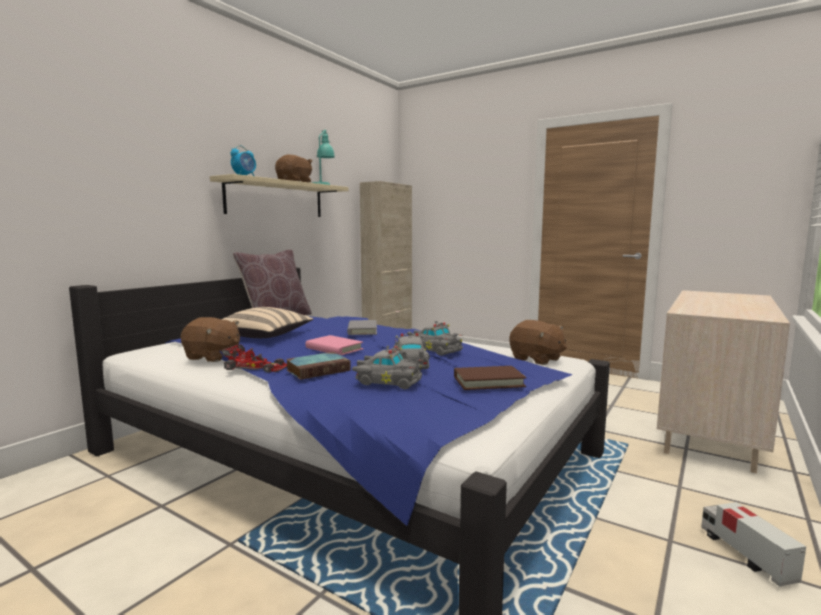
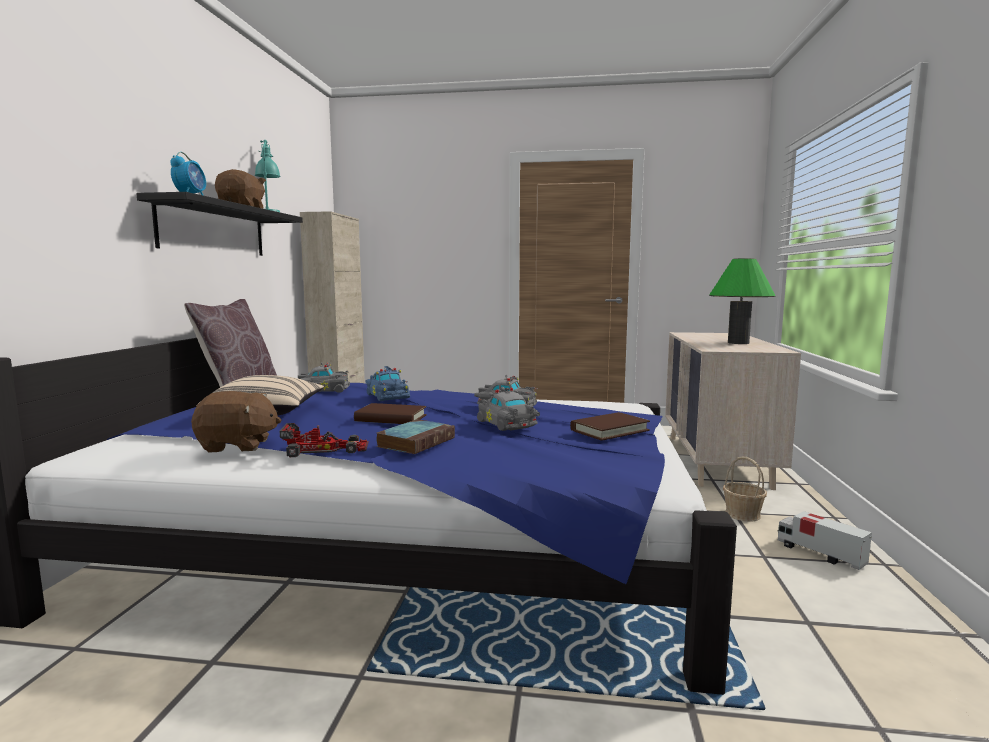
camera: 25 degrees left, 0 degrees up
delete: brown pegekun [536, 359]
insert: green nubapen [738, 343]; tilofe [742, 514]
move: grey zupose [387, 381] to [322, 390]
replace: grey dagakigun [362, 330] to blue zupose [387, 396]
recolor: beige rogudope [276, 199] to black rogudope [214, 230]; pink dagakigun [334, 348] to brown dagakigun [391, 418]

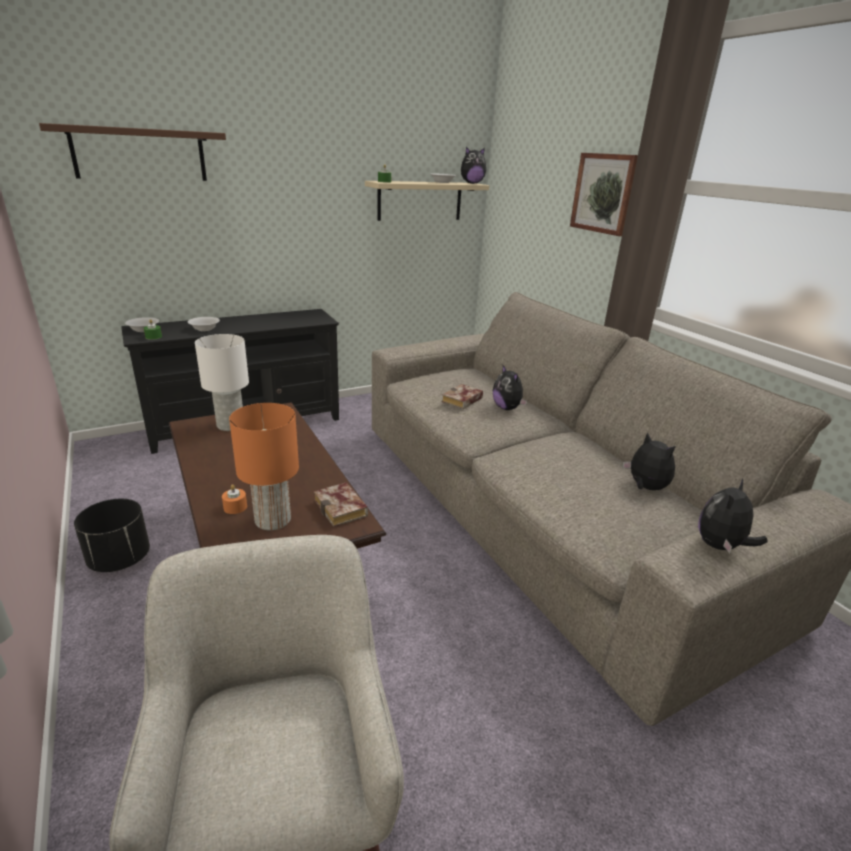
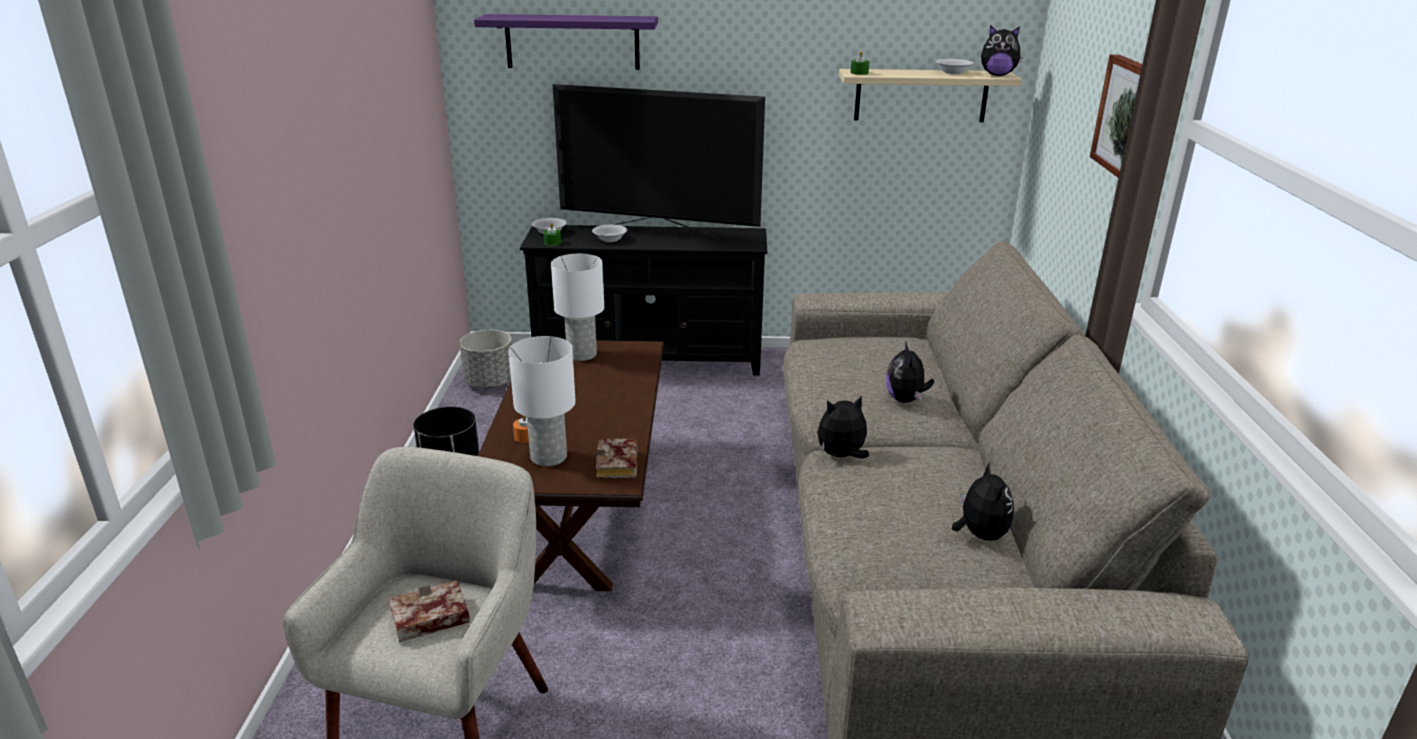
camera: 30 degrees right, 0 degrees up
insert: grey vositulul [489, 383]; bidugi [658, 232]
move: dagakigun [462, 401] to [427, 619]; pegekun [720, 546] to [841, 456]
recolor: brown rogudope [140, 154] to purple rogudope [572, 42]; orange nubapen [273, 520] to white nubapen [549, 457]

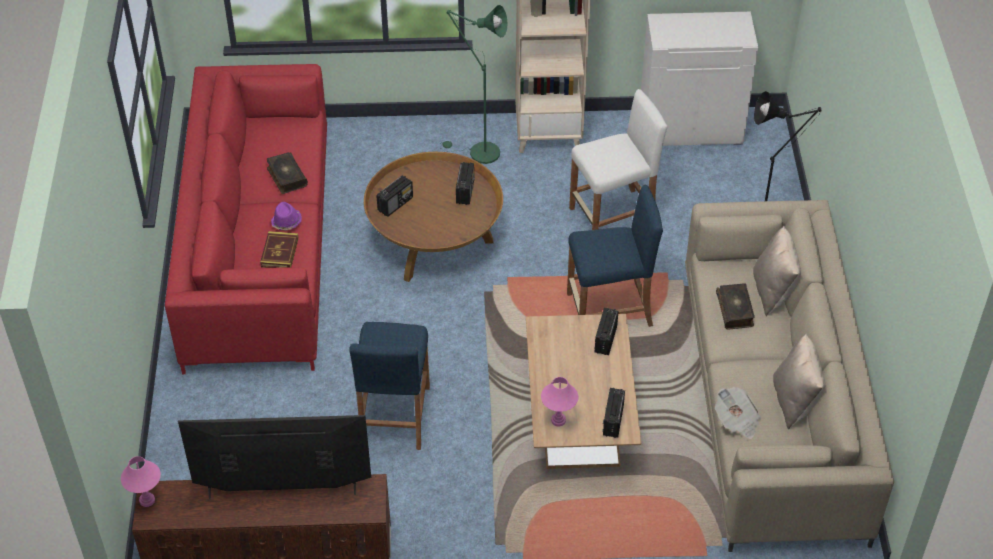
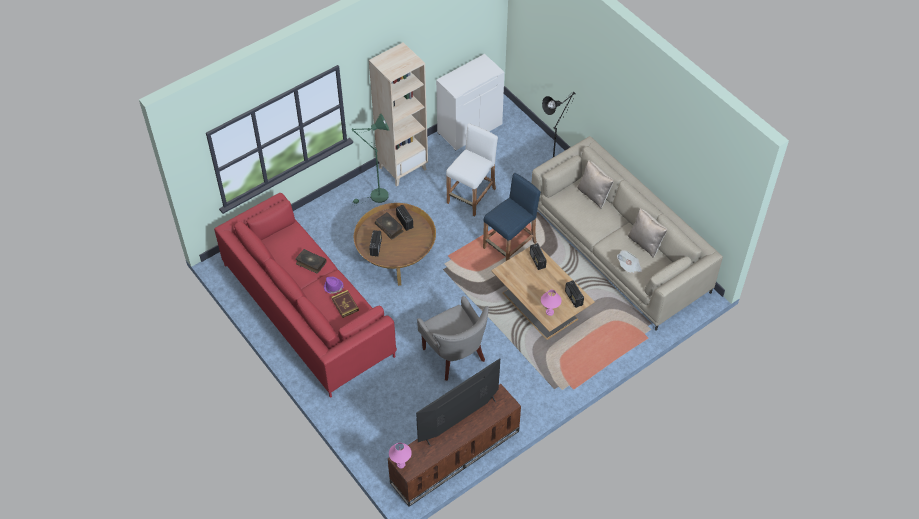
camera: 35 degrees left, 5 degrees up
move: dagakigun [735, 310] to [389, 228]
replace: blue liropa [394, 416] to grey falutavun [454, 356]

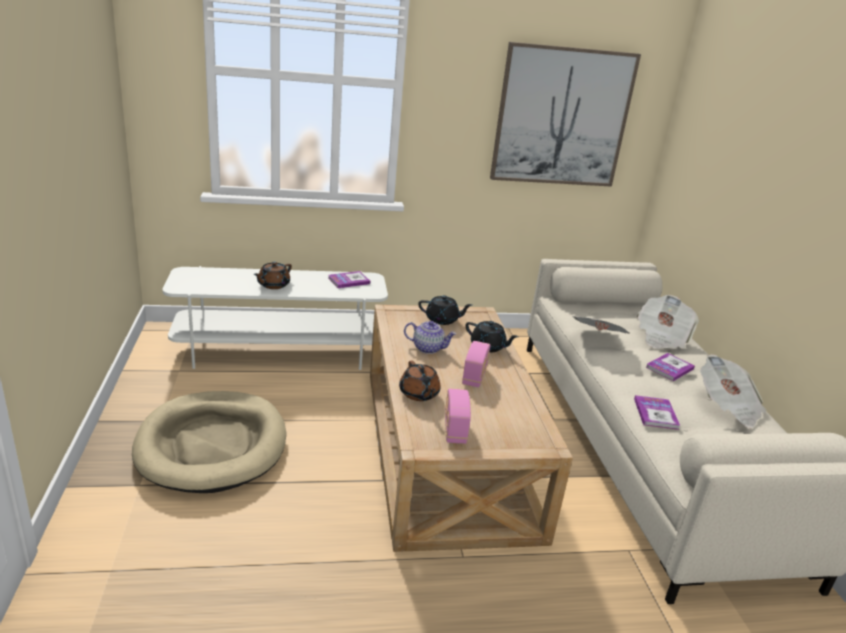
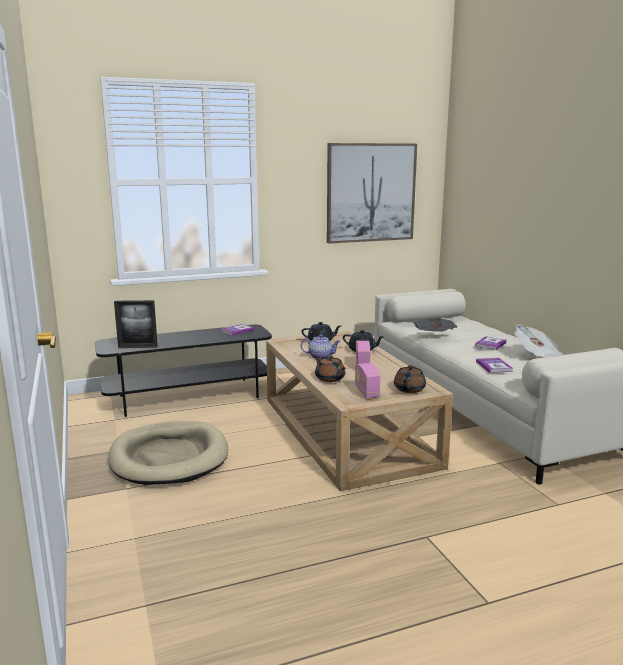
camera: 10 degrees left, 10 degrees down
delete: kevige [662, 337]
insert: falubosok [138, 347]
move: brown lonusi [273, 285] to [409, 389]
recolor: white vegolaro [280, 351] to black vegolaro [189, 397]

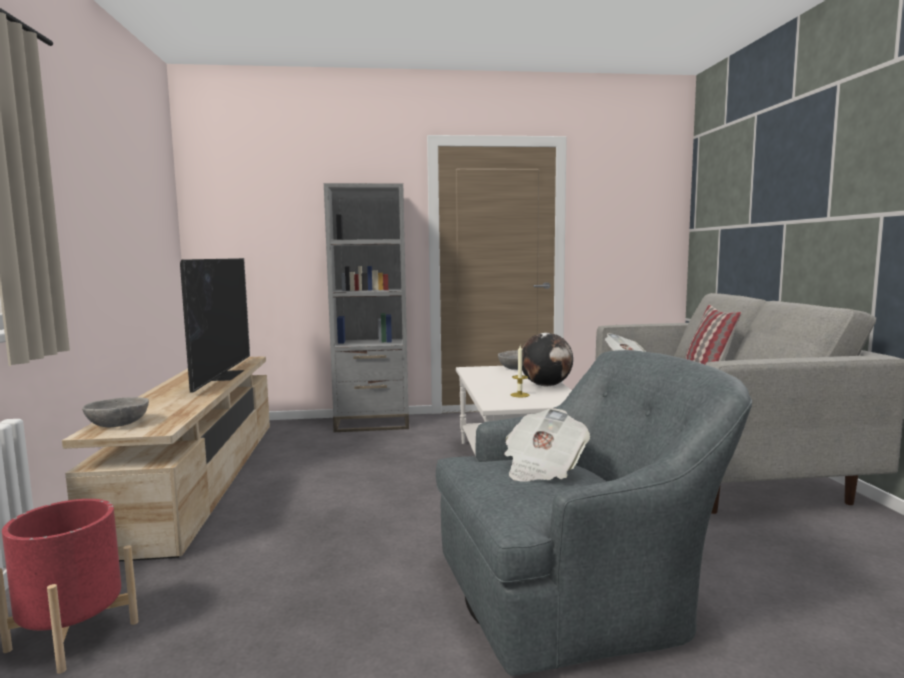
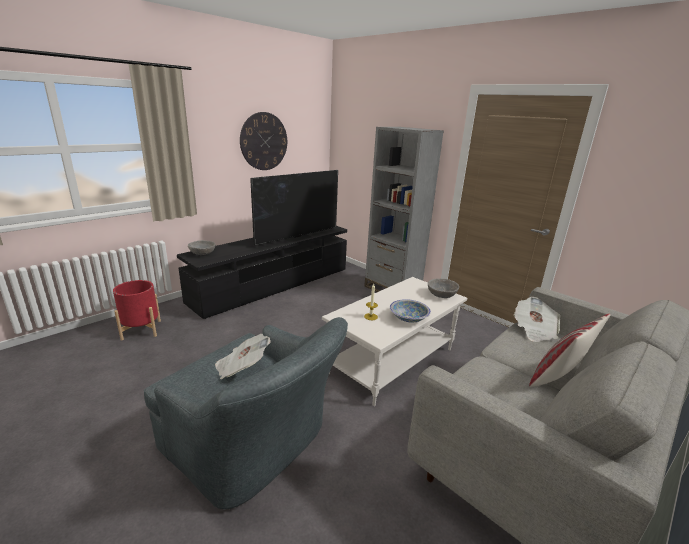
camera: 50 degrees right, 15 degrees up
insert: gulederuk [264, 141]
replace: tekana [546, 385] to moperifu [409, 318]
recolor: beige vegolaro [200, 478] to black vegolaro [273, 285]

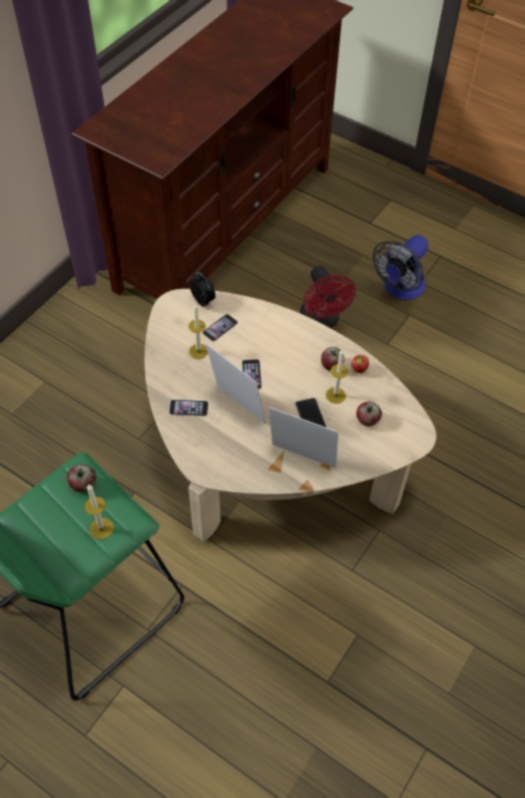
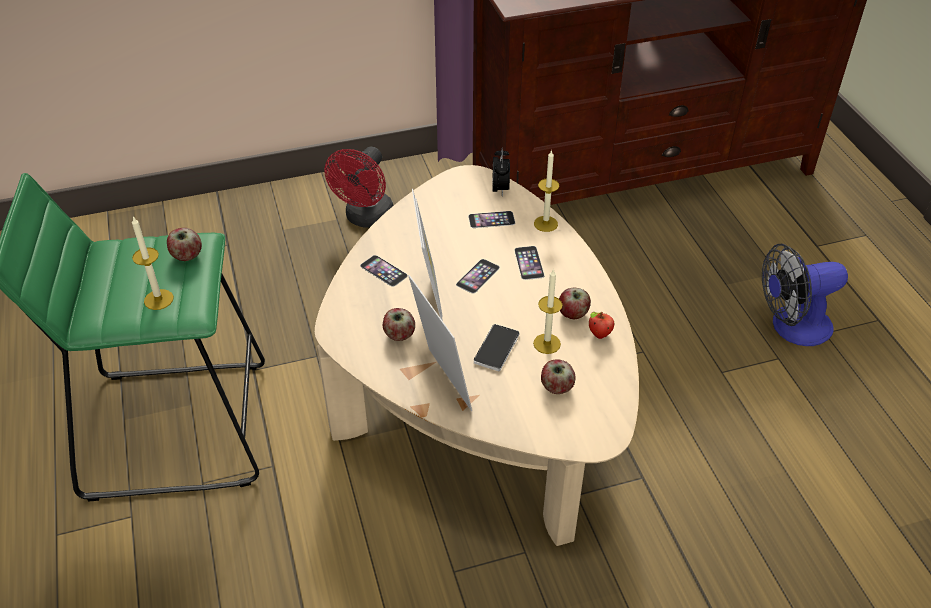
camera: 40 degrees right, 10 degrees down
insert: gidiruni [399, 335]; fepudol [529, 262]
move: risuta [198, 351] to [545, 224]; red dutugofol [322, 321] to [366, 219]

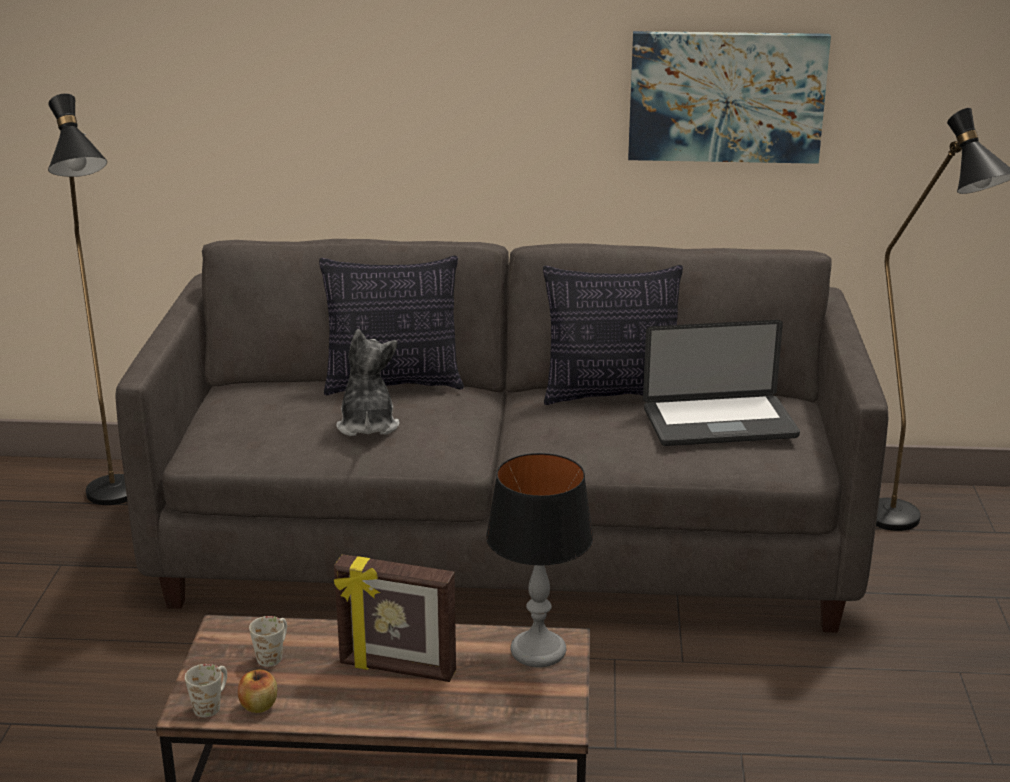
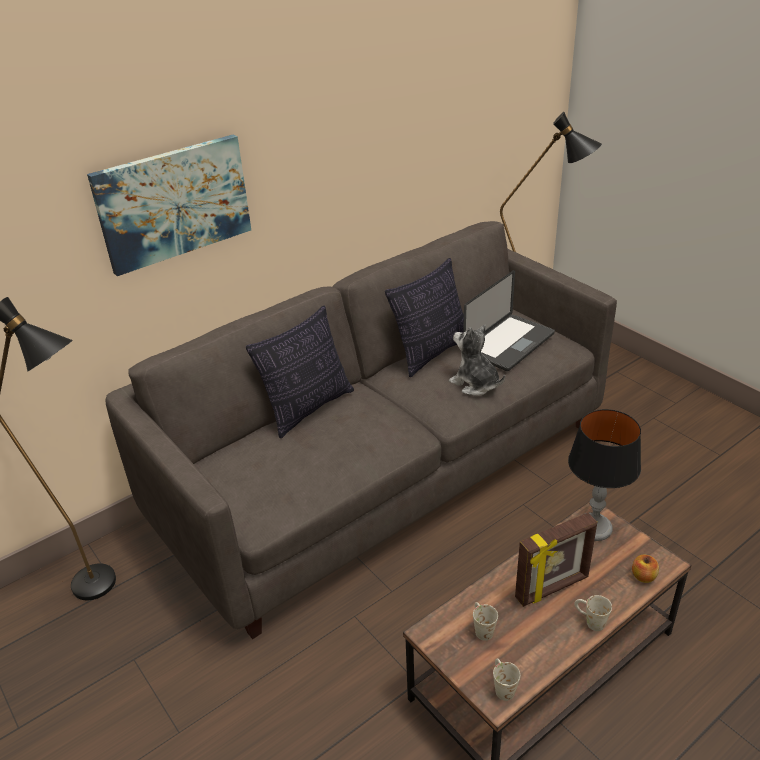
camera: 40 degrees left, 10 degrees up
insert: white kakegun [589, 621]
move: gidiruni [258, 706] to [643, 576]; pegekun [367, 425] to [475, 384]; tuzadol [726, 96] to [173, 203]

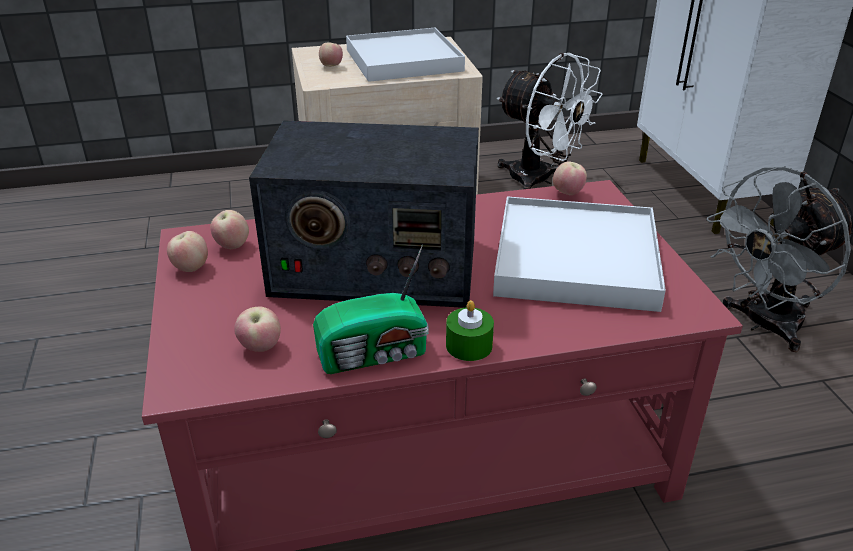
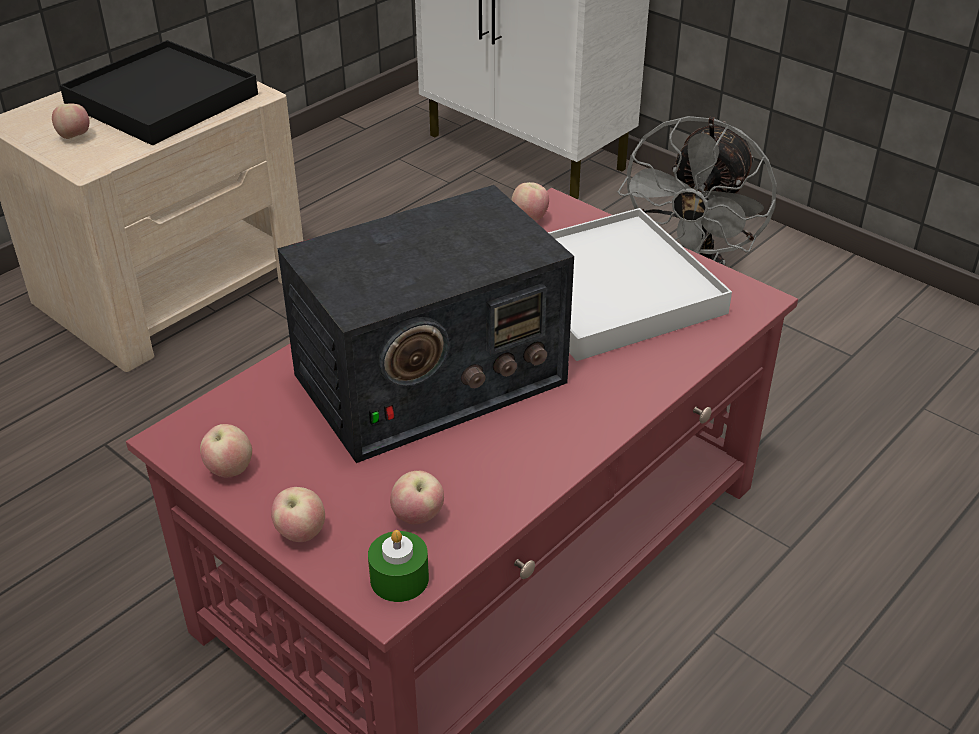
camera: 35 degrees left, 5 degrees up
delete: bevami [376, 354]; white dutugofol [540, 180]
move: gidiruni [232, 246] to [301, 534]; green risuta [469, 346] to [399, 579]
recolor: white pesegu [403, 60] to black pesegu [162, 100]

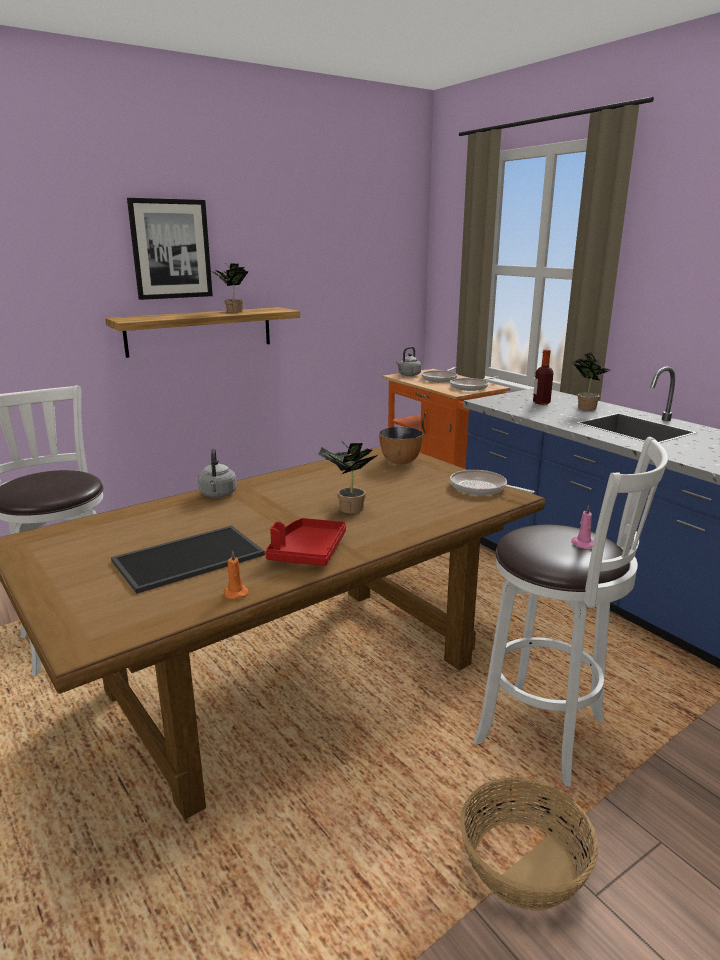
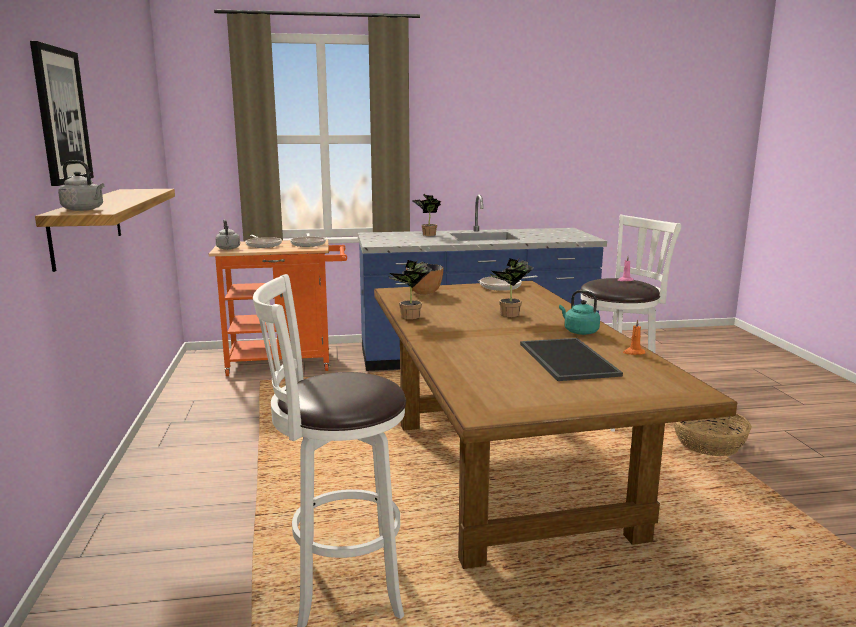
camera: 65 degrees left, 5 degrees down
delete: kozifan [541, 403]
move: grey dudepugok [218, 495] to [84, 209]; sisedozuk [232, 312] to [410, 317]
replace: red pesegu [307, 552] to turquoise dudepugok [579, 331]

